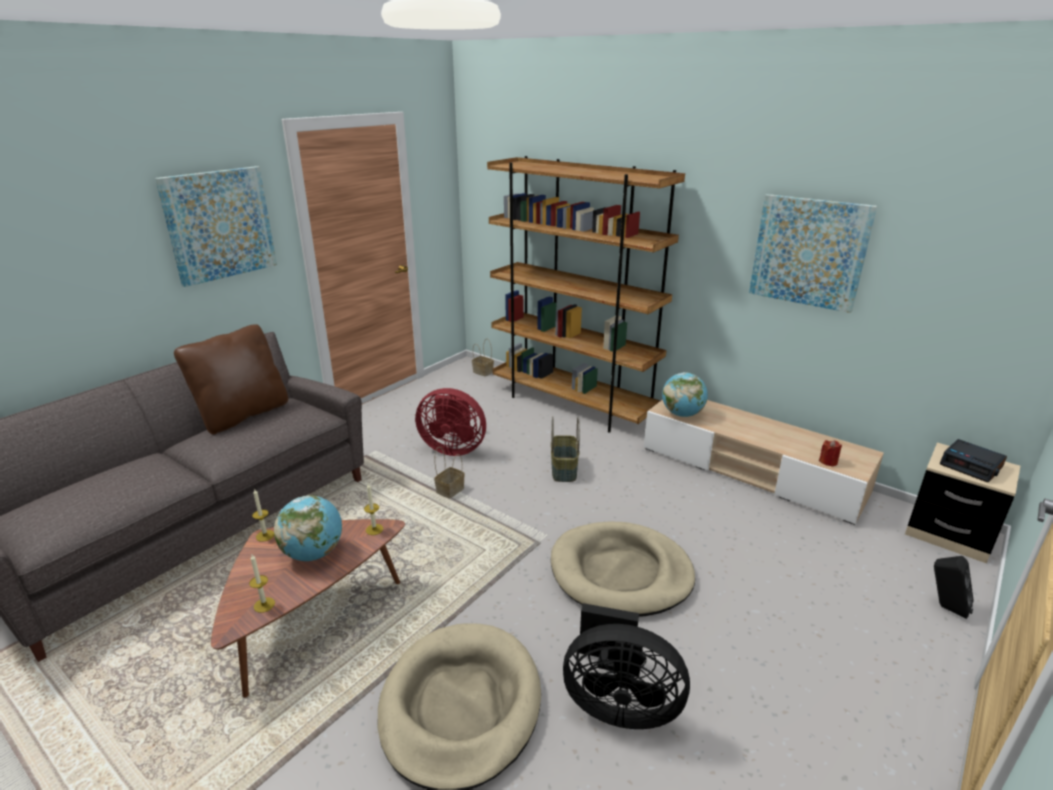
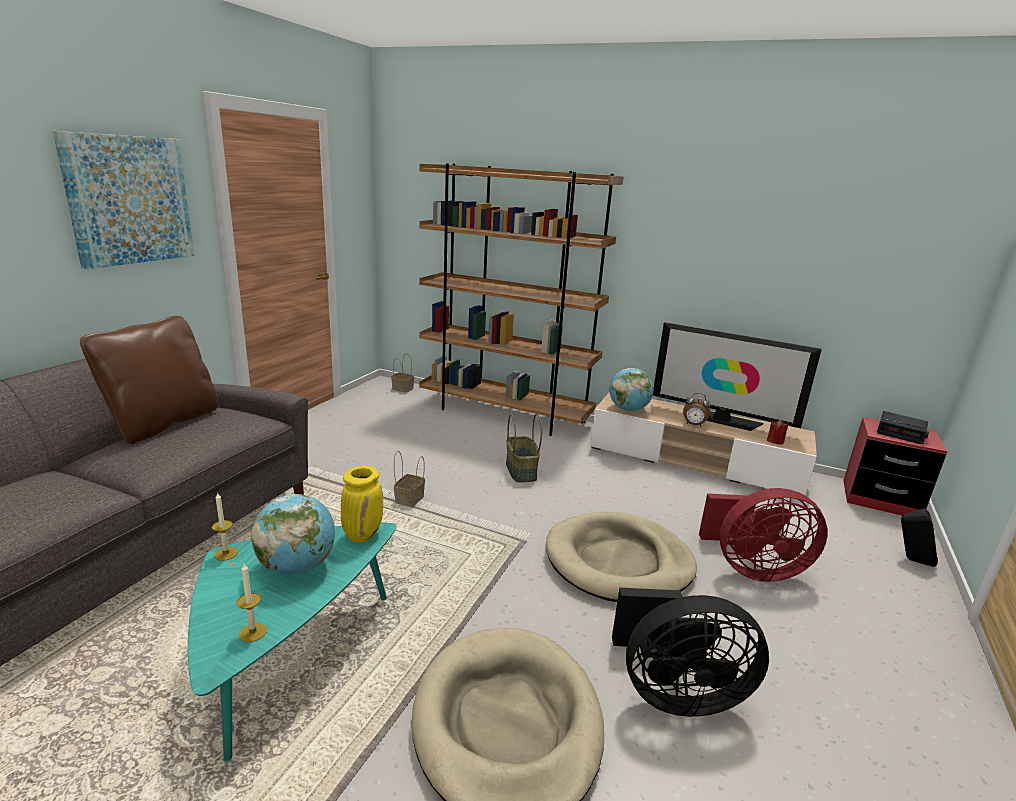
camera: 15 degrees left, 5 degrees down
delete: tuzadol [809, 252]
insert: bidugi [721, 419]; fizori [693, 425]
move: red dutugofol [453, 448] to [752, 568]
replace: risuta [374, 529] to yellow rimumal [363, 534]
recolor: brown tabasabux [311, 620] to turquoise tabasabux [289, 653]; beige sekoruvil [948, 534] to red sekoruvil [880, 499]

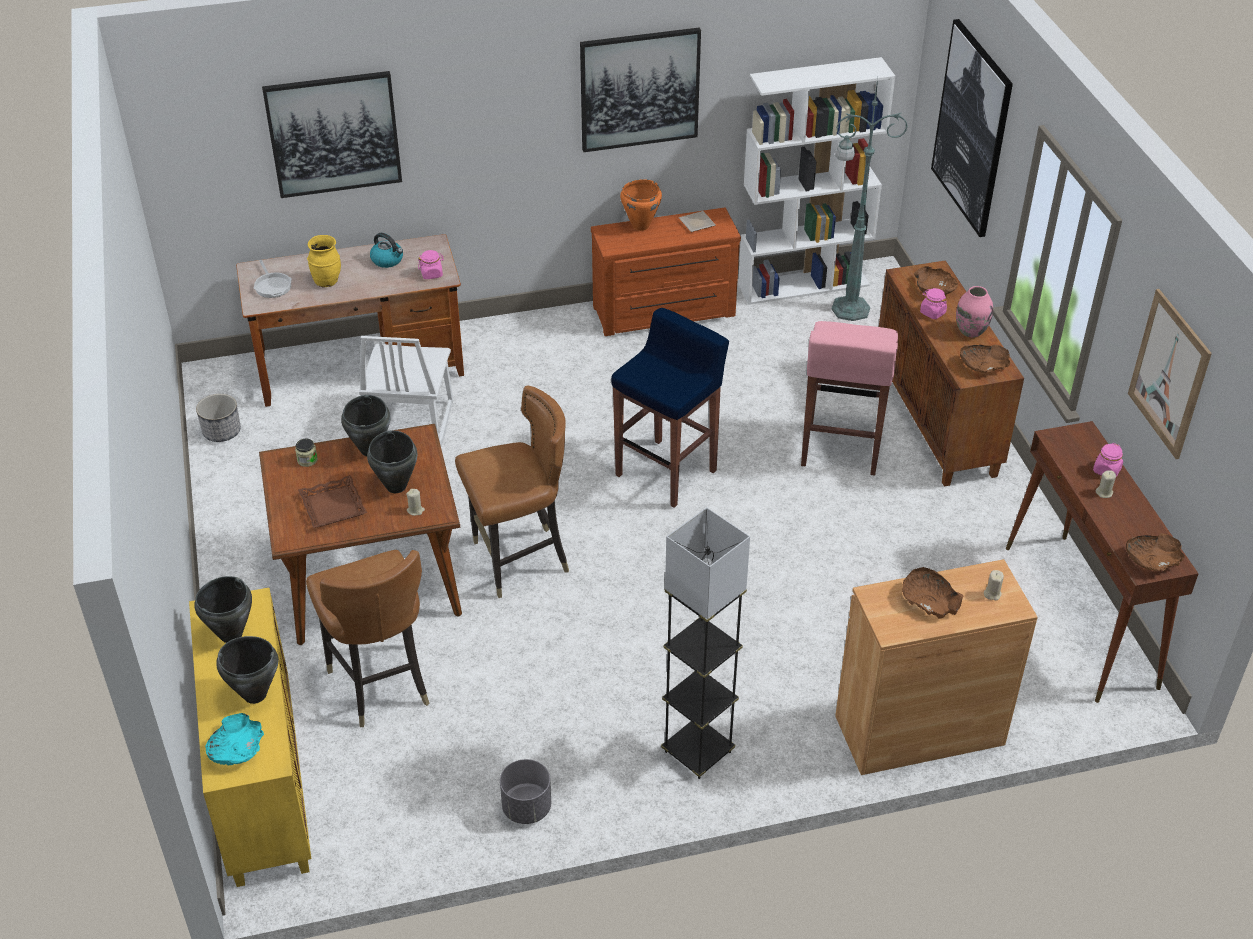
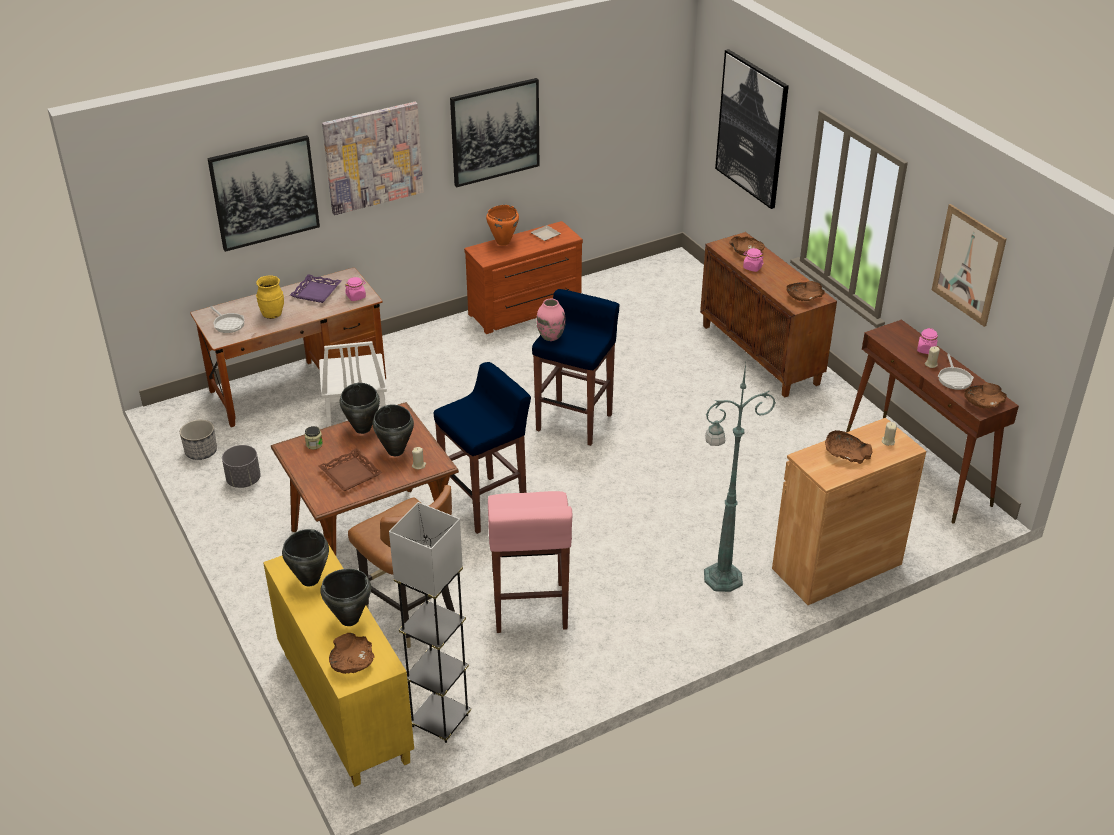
camera: 15 degrees left, 5 degrees down
delete: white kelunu [804, 284]
insert: tuzadol [373, 157]; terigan [954, 378]
move: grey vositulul [526, 808] to [243, 480]; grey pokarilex [697, 752] to [440, 720]; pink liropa [840, 449] to [530, 609]; green pokarilex [848, 309] to [720, 578]; pink rimumal [970, 331] to [550, 336]
replace: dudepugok [388, 260] to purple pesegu [316, 292]; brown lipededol [519, 561] to blue liropa [485, 504]
recolor: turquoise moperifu [236, 748] to brown moperifu [352, 661]

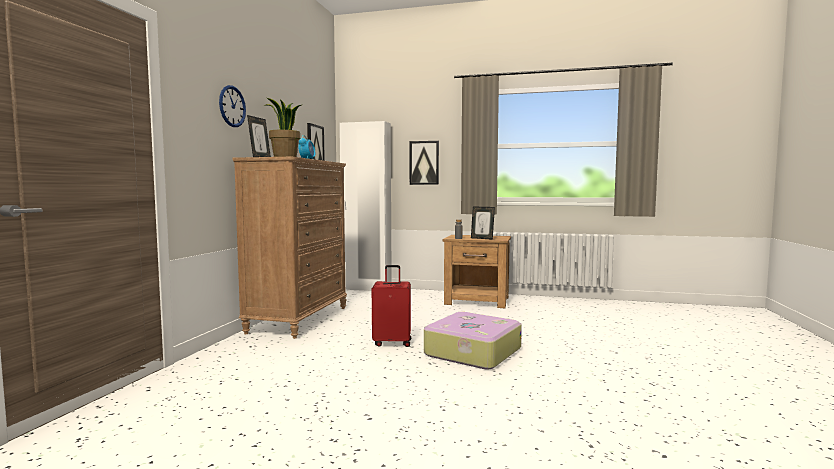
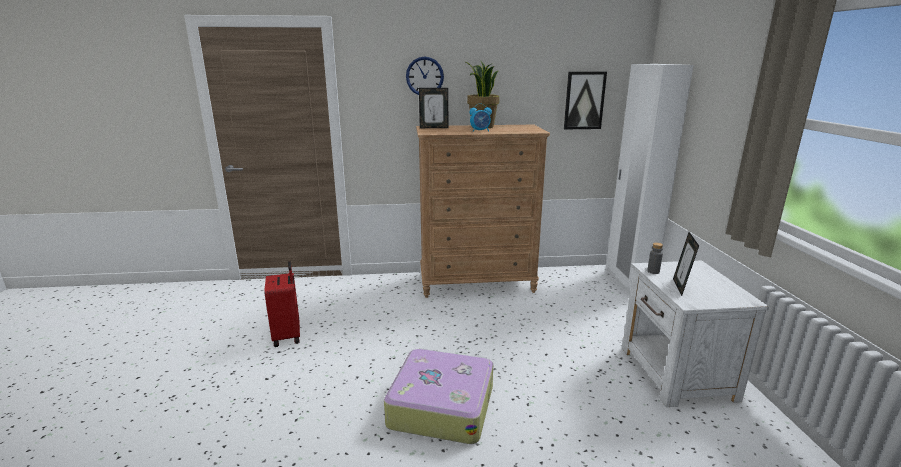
camera: 70 degrees right, 15 degrees up
delete: tuzadol [424, 163]
move: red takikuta [392, 342] to [288, 336]
recolor: brown sekoruvil [478, 301] to white sekoruvil [676, 374]

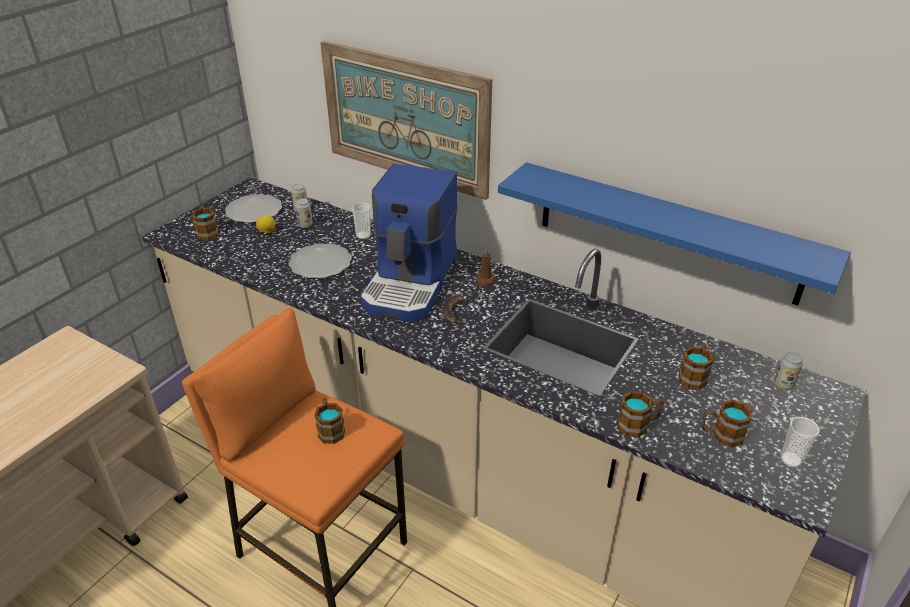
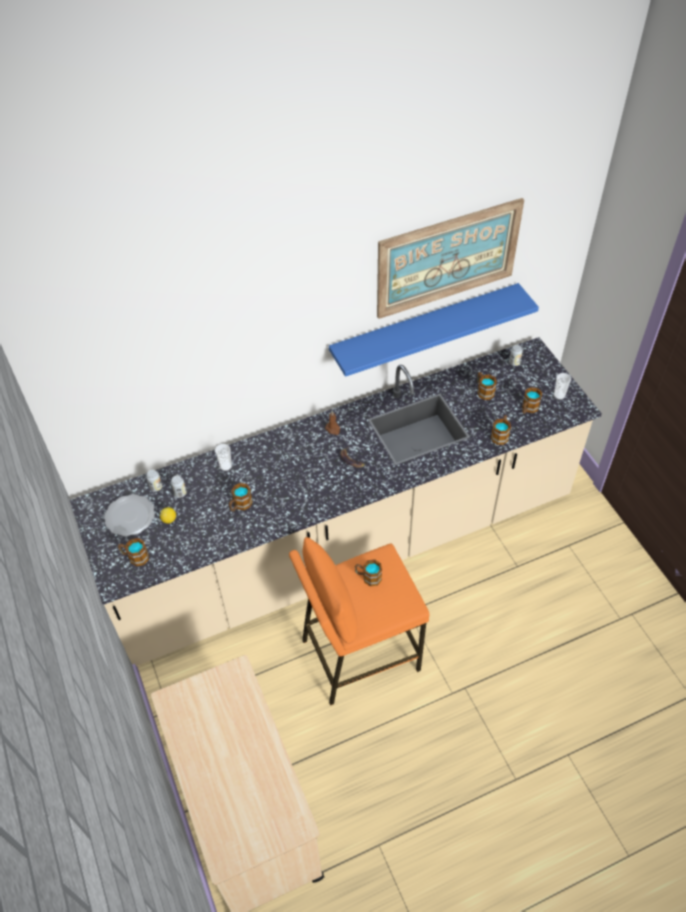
camera: 55 degrees left, 15 degrees up
delete: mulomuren [412, 283]
move: tuzadol [405, 118] to [448, 258]
replace: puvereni [319, 264] to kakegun [240, 505]

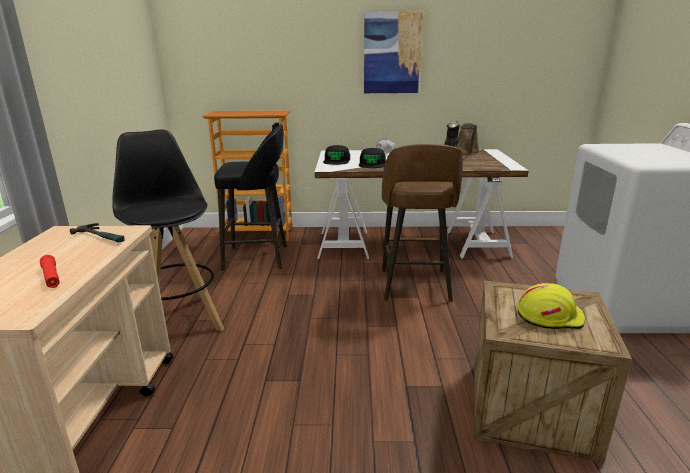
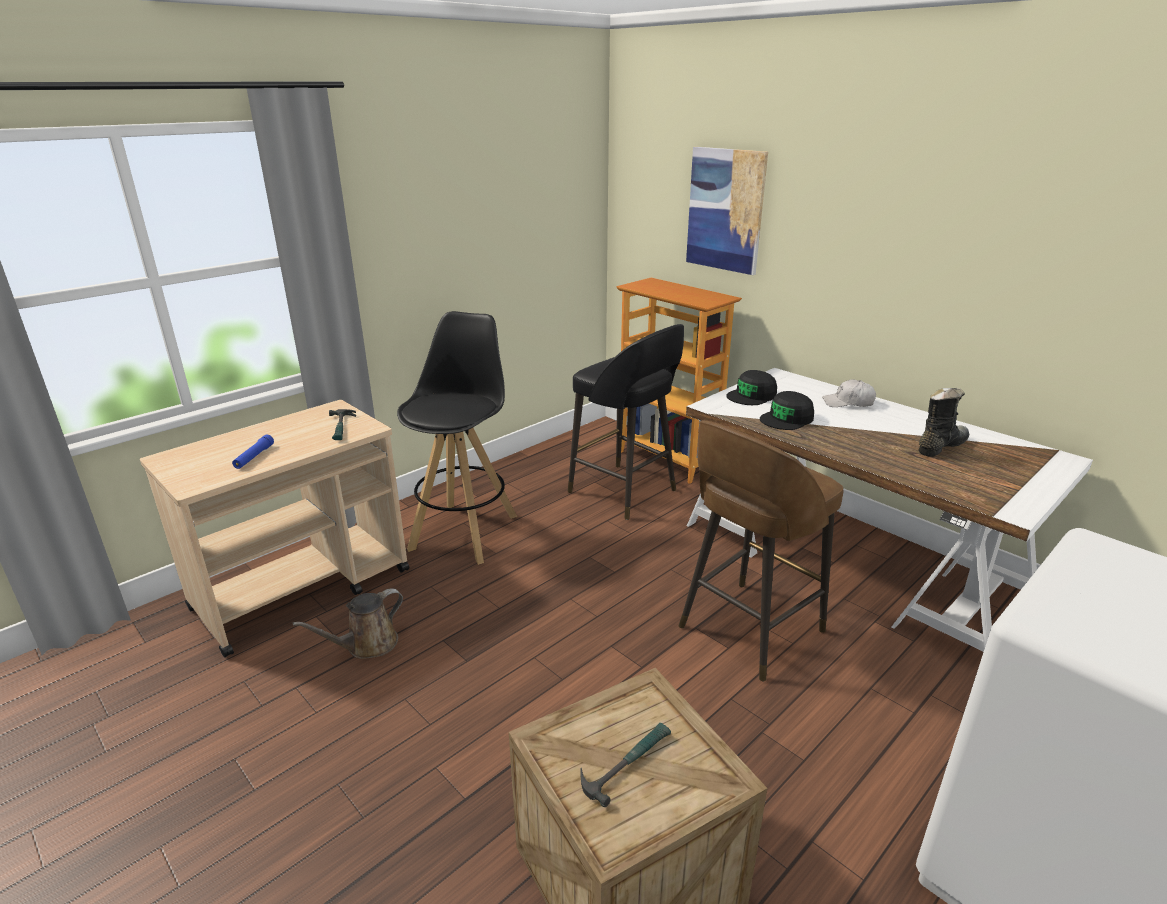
camera: 45 degrees right, 5 degrees up
move: tuzadol [392, 53] to [725, 210]; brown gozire [467, 152] to [367, 645]
replace: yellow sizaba [549, 316] to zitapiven [626, 763]
recolor: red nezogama [51, 277] to blue nezogama [254, 457]

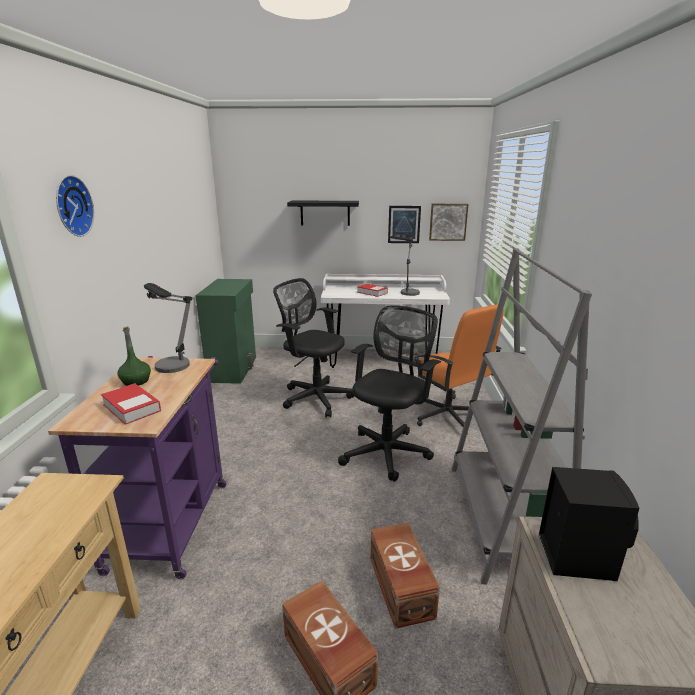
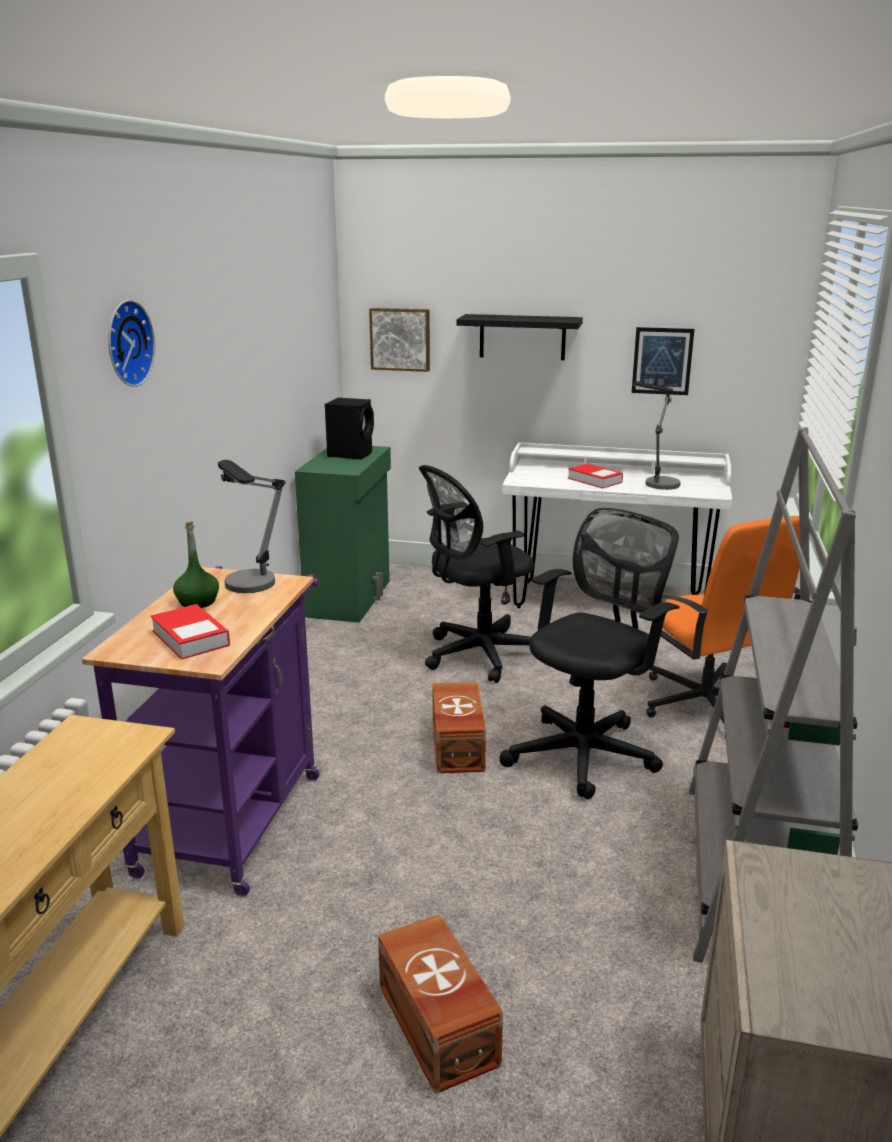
camera: 10 degrees right, 0 degrees up
move: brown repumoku [400, 588] to [456, 746]; tuzadol [448, 222] to [400, 339]; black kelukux [576, 554] to [351, 454]
rotate: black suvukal [314, 397] = [478, 655] 75 degrees counterclockwise

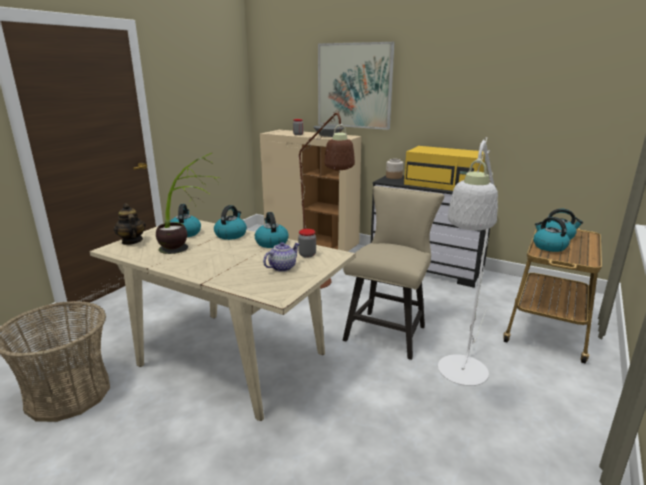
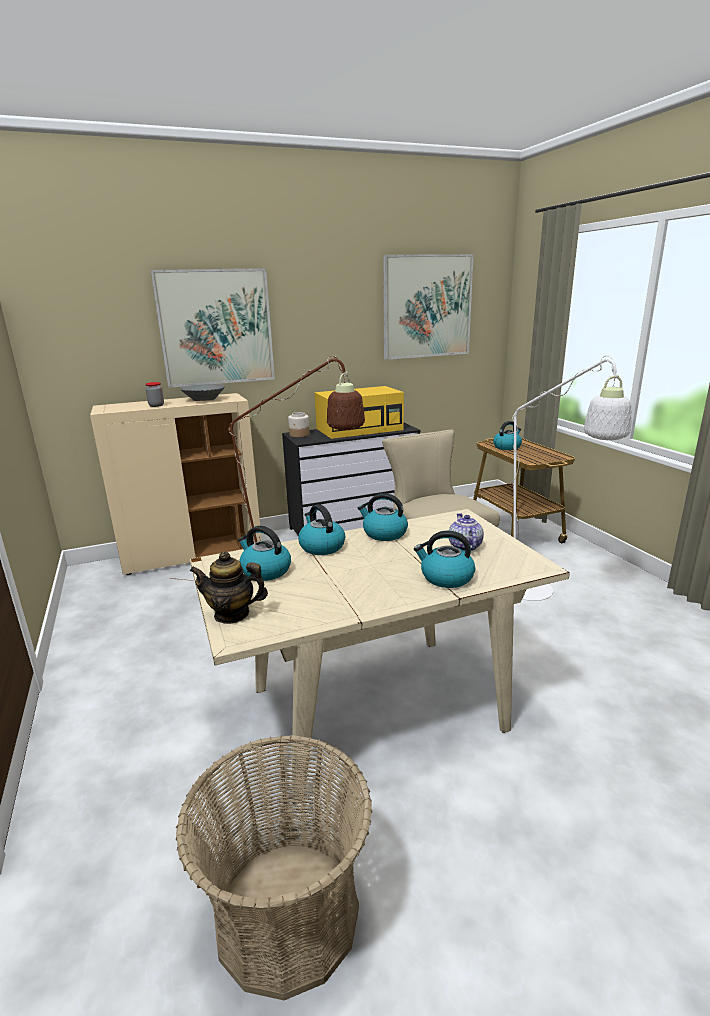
camera: 50 degrees left, 0 degrees up
delete: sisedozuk [187, 251]; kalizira [307, 255]
insert: tuzadol [427, 307]
move: dudepugok [548, 246] to [446, 577]

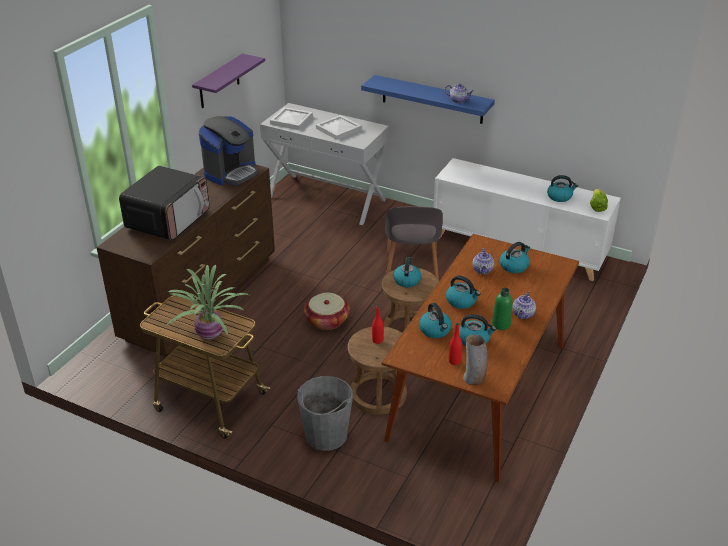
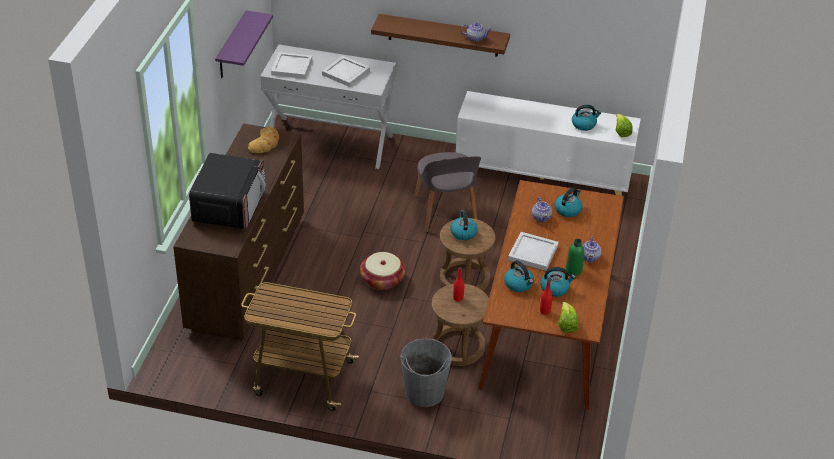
camera: 15 degrees left, 5 degrees up
delete: sisedozuk [210, 335]
replace: mulomuren [231, 172] to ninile [265, 143]; dudepugok [461, 301] to white pesegu [532, 252]; rimumal [474, 379] to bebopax [566, 325]
recolor: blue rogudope [432, 99] to brown rogudope [443, 35]

